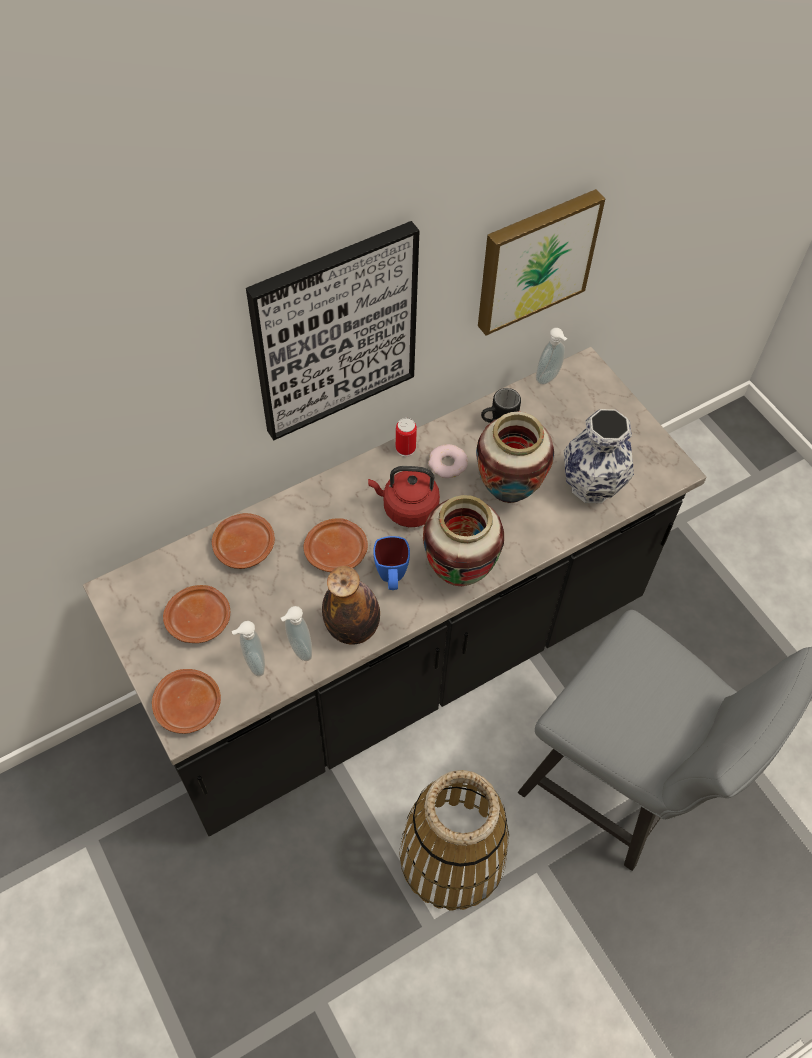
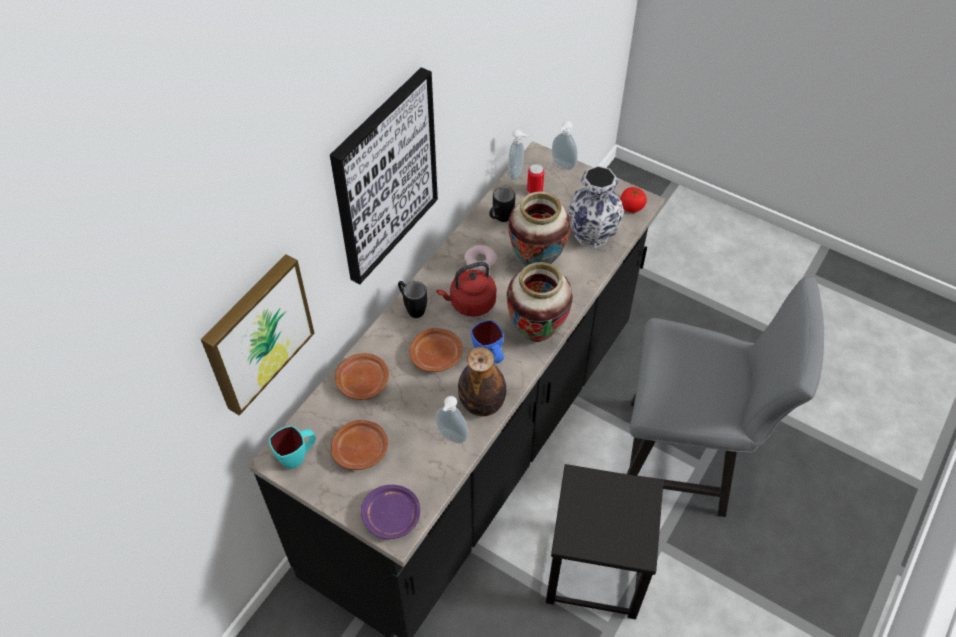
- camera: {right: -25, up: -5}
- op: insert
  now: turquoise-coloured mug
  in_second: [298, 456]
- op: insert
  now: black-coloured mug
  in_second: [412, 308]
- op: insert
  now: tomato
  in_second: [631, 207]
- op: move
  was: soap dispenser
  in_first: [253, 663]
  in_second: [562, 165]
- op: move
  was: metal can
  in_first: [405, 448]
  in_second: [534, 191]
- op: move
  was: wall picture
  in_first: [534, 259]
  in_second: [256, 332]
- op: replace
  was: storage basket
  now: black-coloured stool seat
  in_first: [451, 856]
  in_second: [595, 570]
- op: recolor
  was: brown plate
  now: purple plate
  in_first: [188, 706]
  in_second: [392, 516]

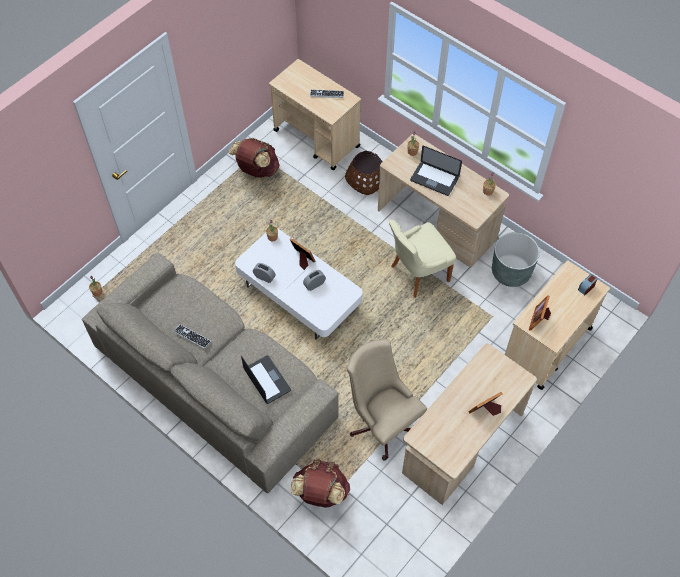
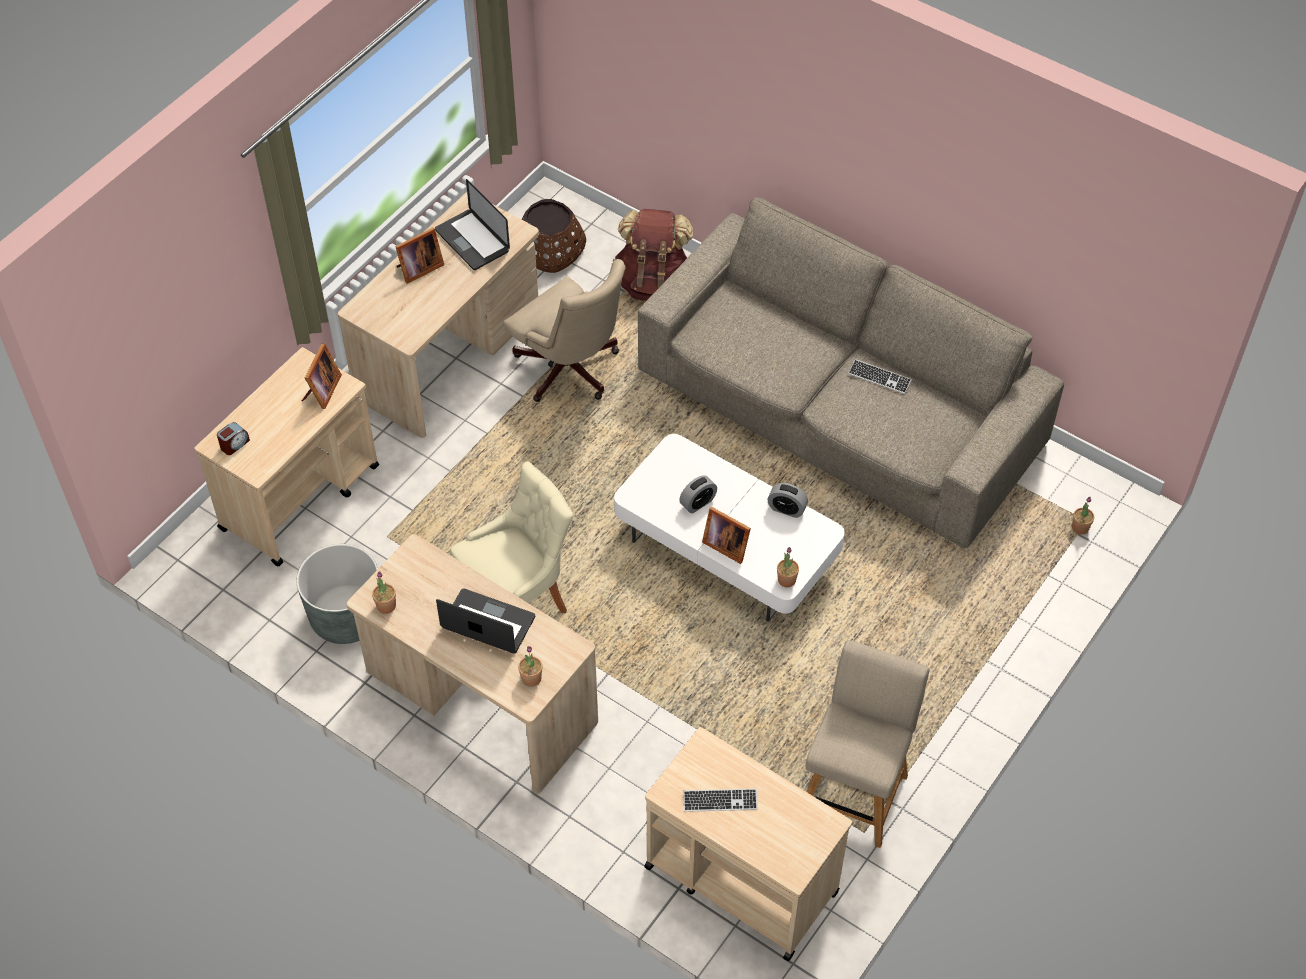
- camera: {right: 175, up: -5}
- op: move
  was: laptop
  in_first: [267, 380]
  in_second: [472, 241]
- op: move
  was: brown planter
  in_first: [366, 180]
  in_second: [550, 250]
- op: replace
  was: brown rucksack
  now: sand-coloured upright chair
  in_first: [257, 170]
  in_second: [854, 791]

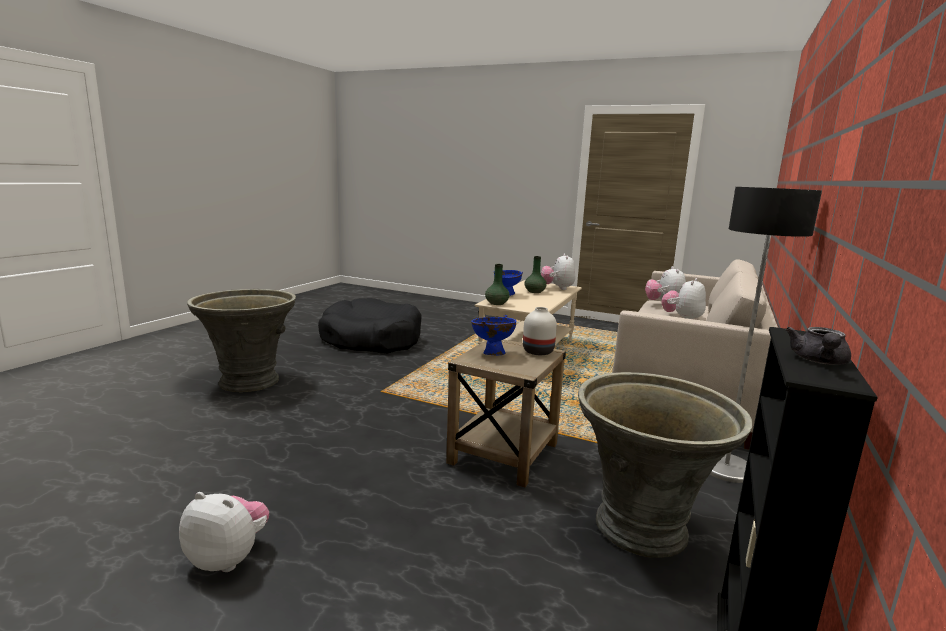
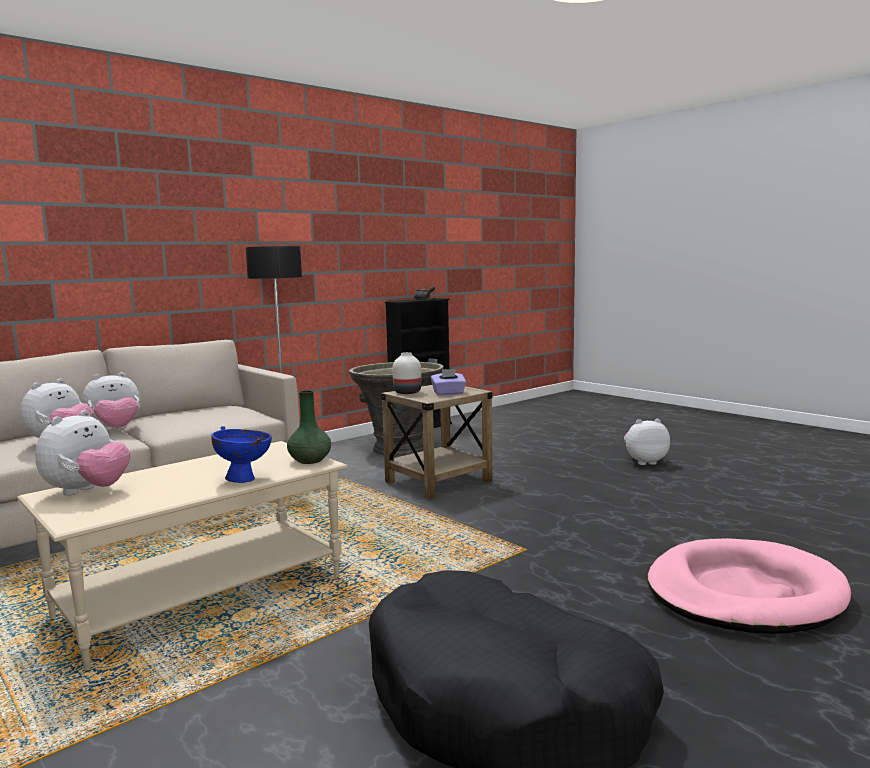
- camera: {right: -155, up: -5}
- op: delete
  was: greenish flower vase
  in_first: [535, 292]
- op: replace
  was: grey planter
  now: pink-coloured dog bed
  in_first: [250, 381]
  in_second: [743, 593]
- op: replace
  was: bluish serving bowl
  now: purple box of tissues
  in_first: [492, 353]
  in_second: [448, 393]
- op: rotate
  was: plush toy
  in_first: [229, 558]
  in_second: [644, 462]
  clockwise: 135

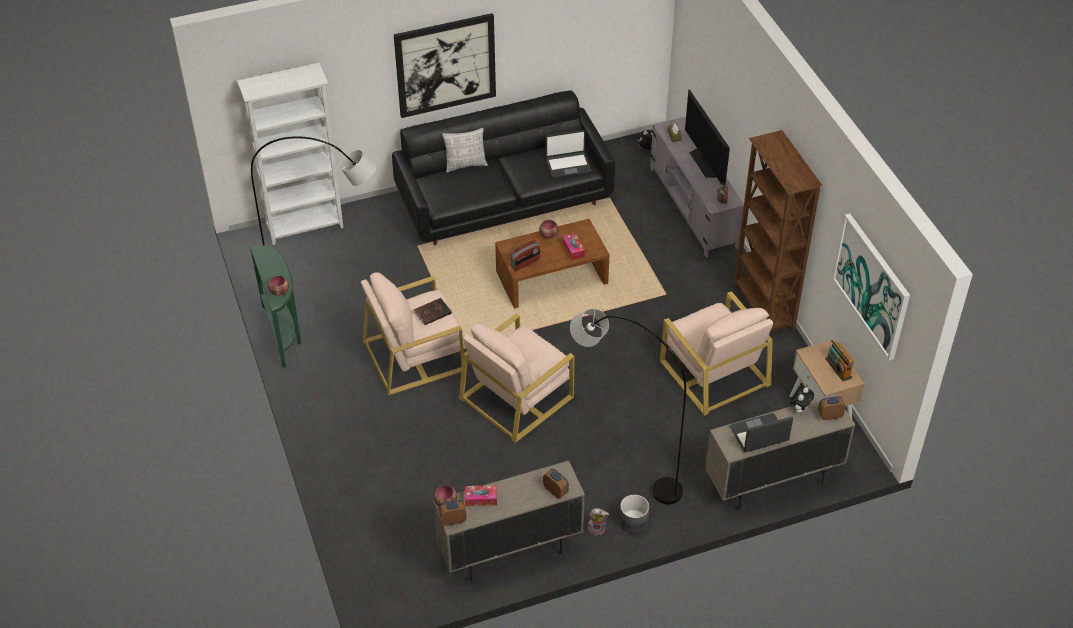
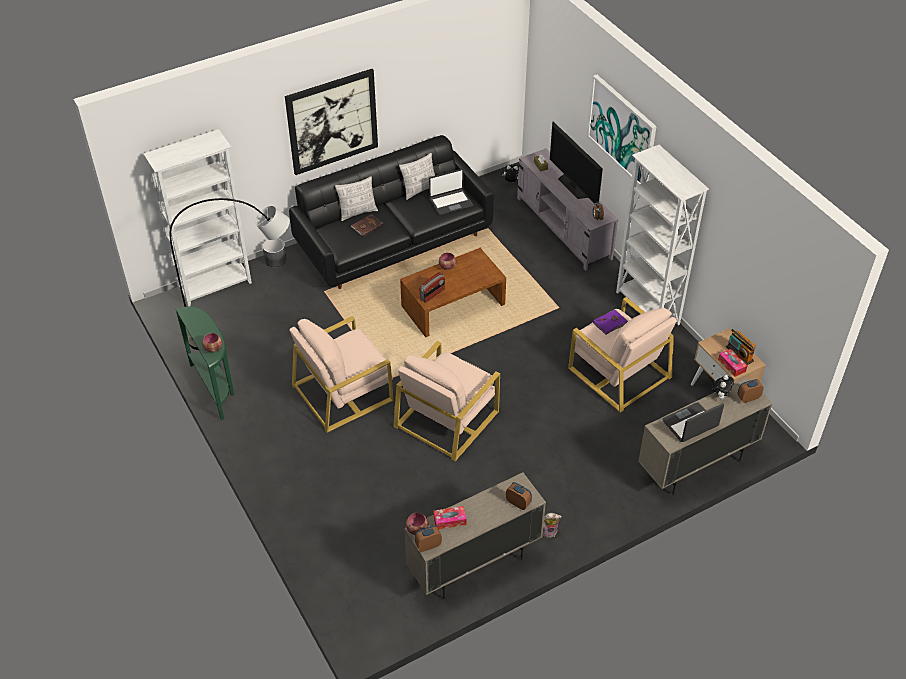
- camera: {right: -10, up: 0}
- op: delete
  was: grey floor lamp
  in_first: [621, 462]
- op: insert
  now: throw pillow
  in_second: [419, 190]
- op: insert
  now: purple bound book
  in_second: [610, 323]
- op: move
  was: brown bound book
  in_first: [432, 312]
  in_second: [366, 226]
- op: move
  was: box of tissues
  in_first: [573, 249]
  in_second: [731, 365]
- op: move
  was: grey planter
  in_first: [633, 521]
  in_second: [276, 259]
- op: move
  was: wall picture
  in_first: [872, 285]
  in_second: [622, 130]
- op: recolor
  was: brown bookcase
  now: white bookcase
  in_first: [763, 307]
  in_second: [647, 309]

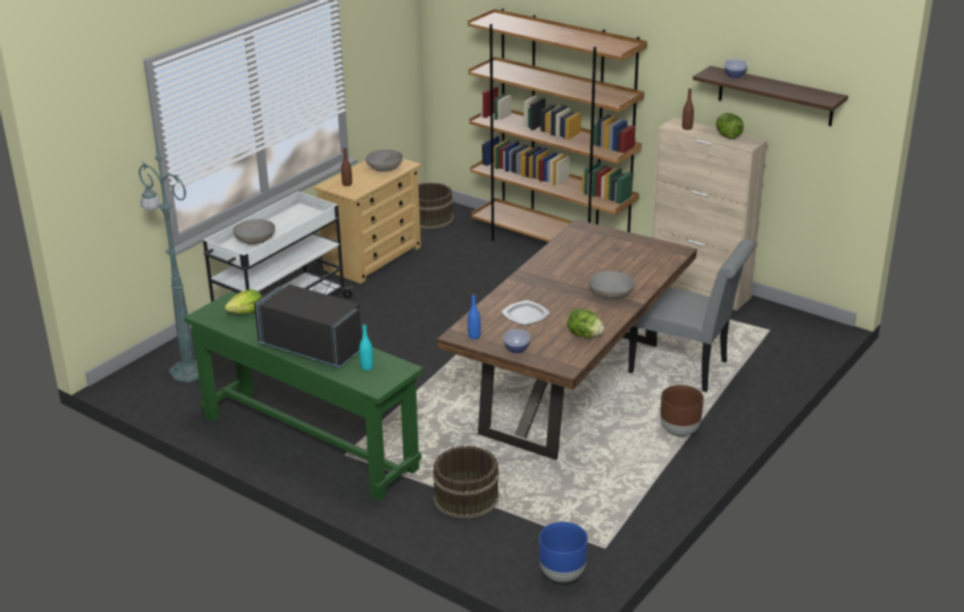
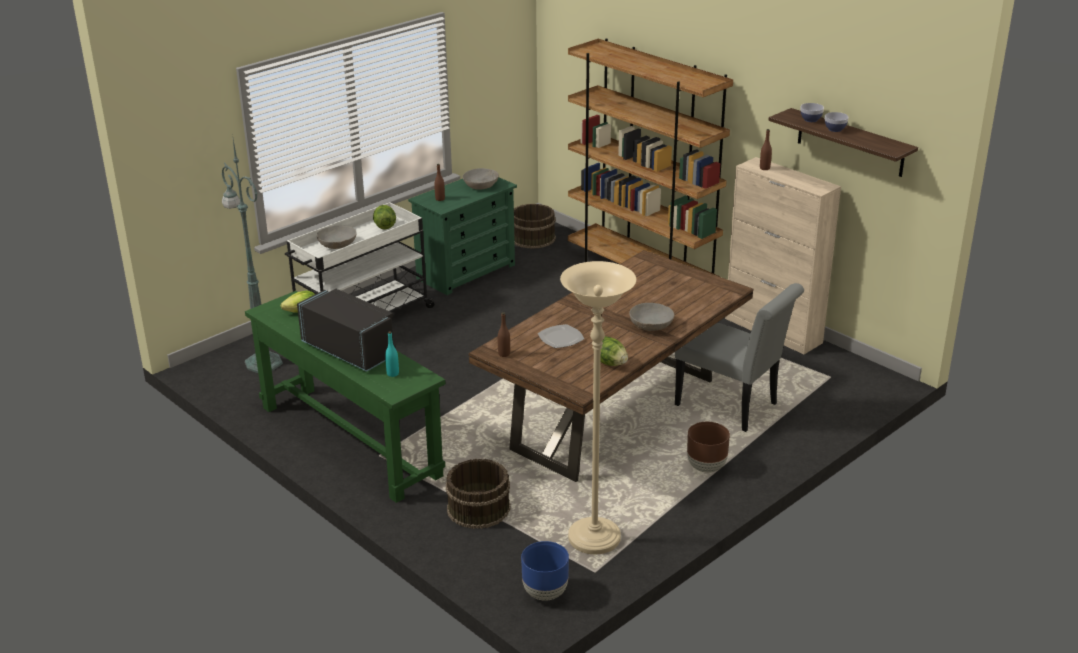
- camera: {right: 10, up: 0}
- op: insert
  now: sand-coloured floor lamp
  in_second: [594, 539]
- op: move
  was: serving bowl
  in_first: [516, 349]
  in_second: [835, 129]
- op: move
  was: lettuce
  in_first: [727, 136]
  in_second: [384, 226]
- op: recolor
  was: sand-coloured chest of drawers
  now: greenish chest of drawers
  in_first: [373, 258]
  in_second: [466, 272]
- op: recolor
  was: bluish bottle
  now: brown bottle
  in_first: [474, 336]
  in_second: [504, 354]

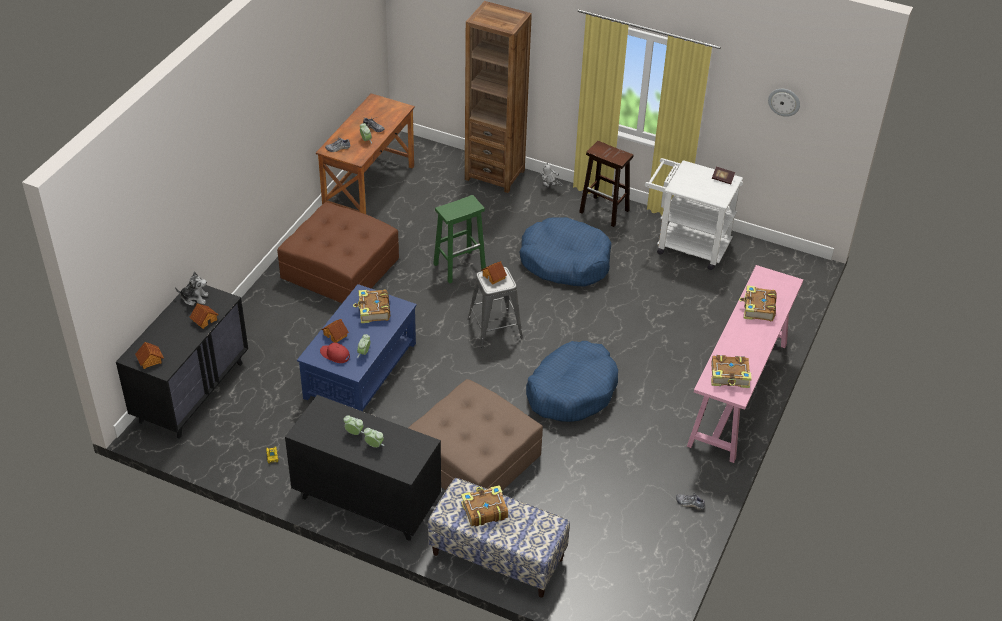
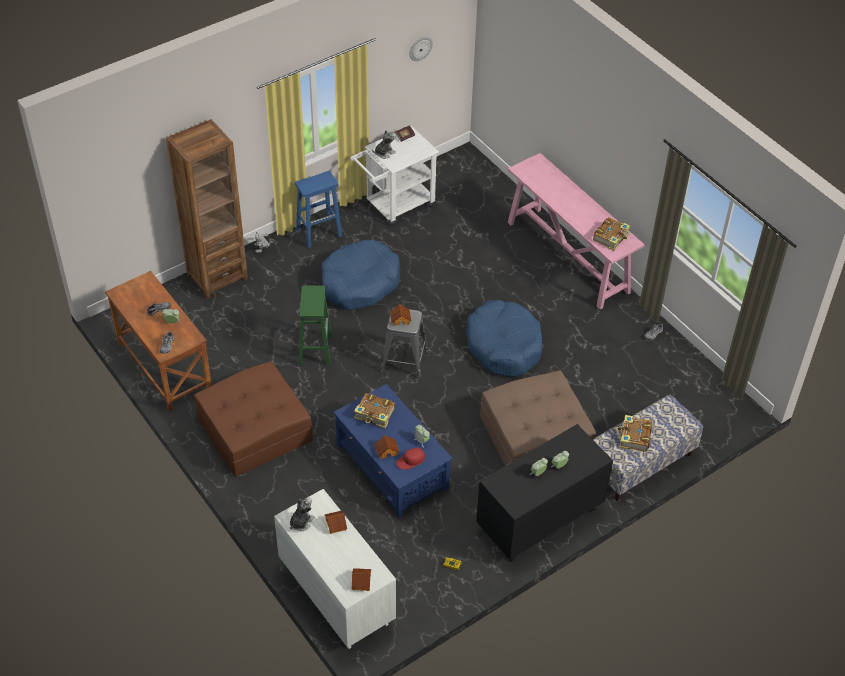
- camera: {right: -60, up: 5}
- op: delete
  was: bound book
  in_first: [758, 309]
- op: insert
  now: plush toy
  in_second: [384, 153]
- op: recolor
  was: black-coloured chest of drawers
  now: white chest of drawers
  in_first: [192, 391]
  in_second: [336, 595]
- op: recolor
  was: brown stool seat
  now: bluish stool seat
  in_first: [605, 211]
  in_second: [319, 232]

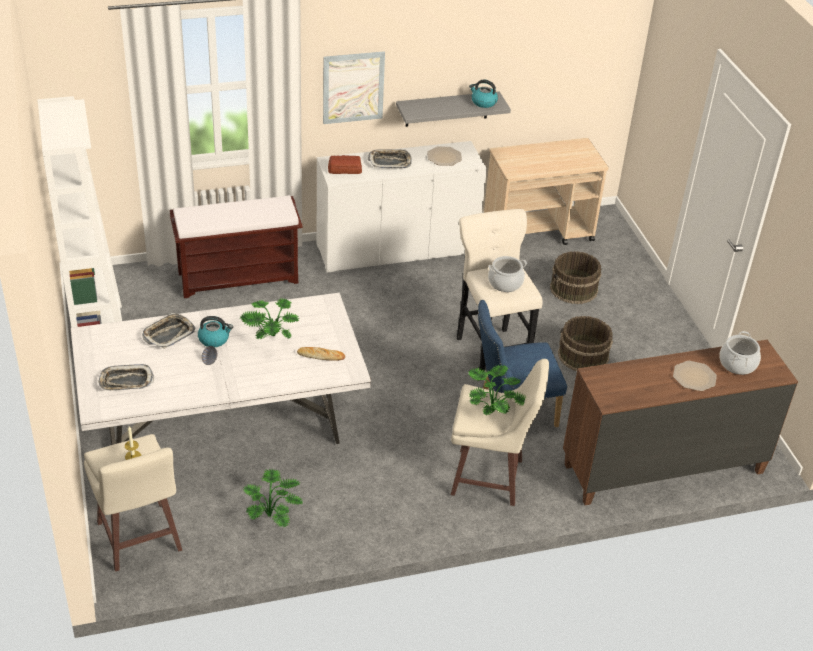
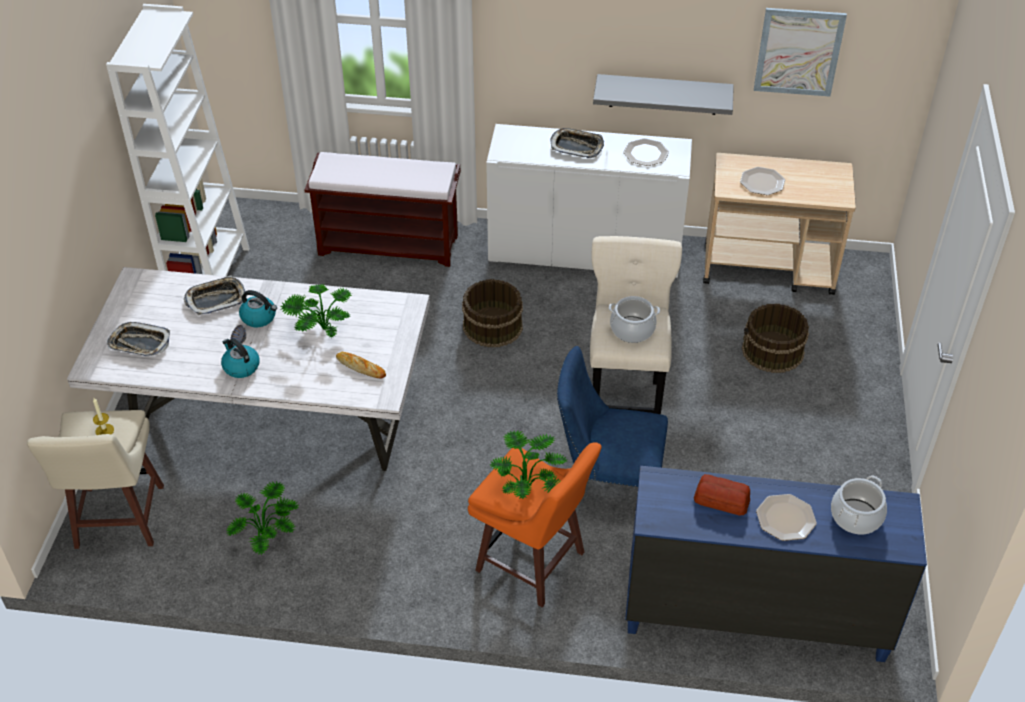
- camera: {right: 25, up: 5}
- op: insert
  now: plate
  in_second: [762, 182]
- op: move
  was: wall picture
  in_first: [353, 87]
  in_second: [798, 52]
- op: move
  was: bakery bread
  in_first: [344, 169]
  in_second: [721, 499]
- op: move
  was: water kettle
  in_first: [483, 102]
  in_second: [240, 367]
- op: move
  was: brown bucket
  in_first: [583, 356]
  in_second: [492, 326]
- op: recolor
  was: sand-coloured stool seat
  now: orange-coloured stool seat
  in_first: [489, 478]
  in_second: [532, 564]
- op: recolor
  was: brown chest of drawers
  now: bluish chest of drawers
  in_first: [662, 468]
  in_second: [754, 614]

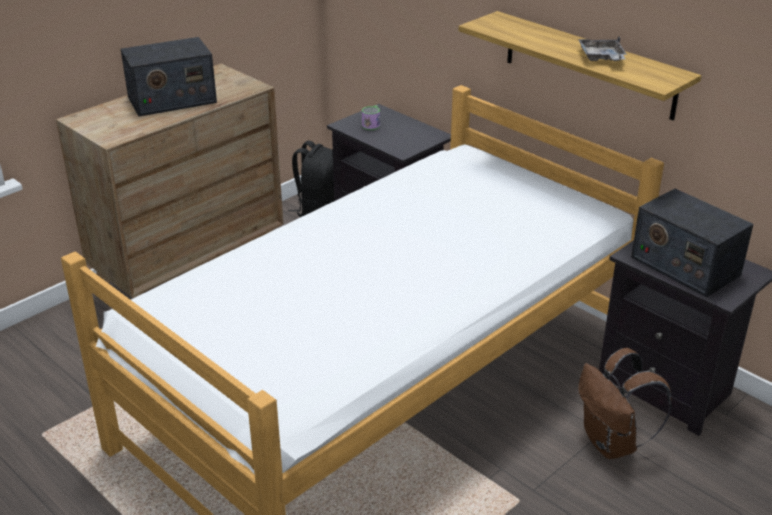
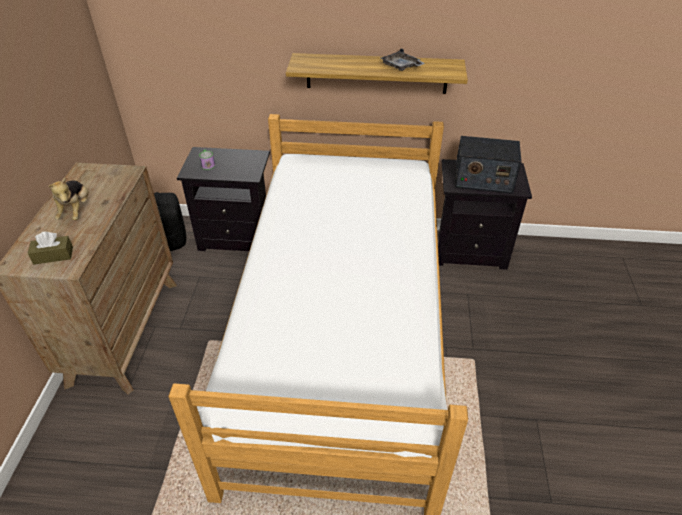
- camera: {right: -40, up: 10}
- op: delete
  was: brown rucksack
  in_first: [612, 444]
- op: insert
  now: brown box of tissues
  in_second: [53, 255]
- op: replace
  was: radio
  now: plush toy
  in_first: [171, 100]
  in_second: [76, 210]

